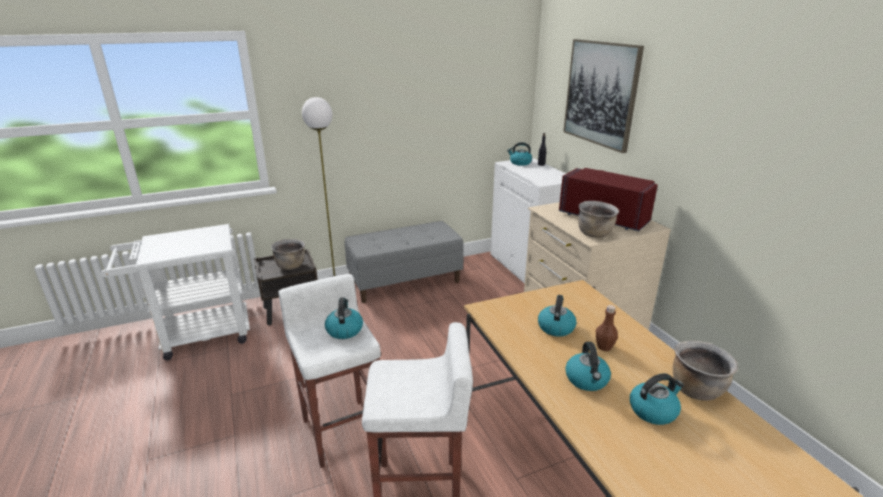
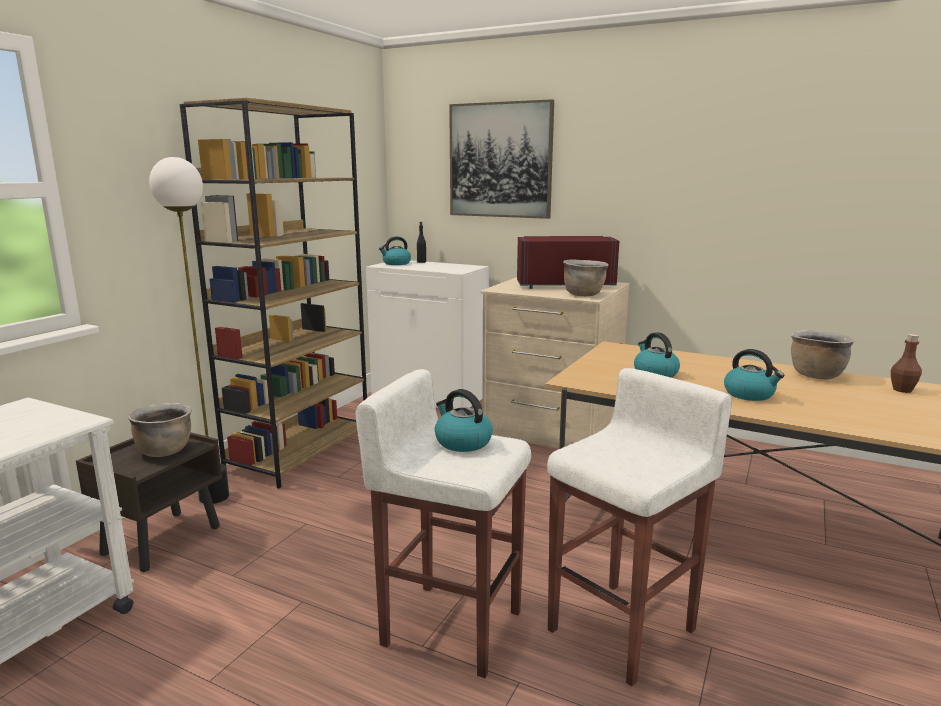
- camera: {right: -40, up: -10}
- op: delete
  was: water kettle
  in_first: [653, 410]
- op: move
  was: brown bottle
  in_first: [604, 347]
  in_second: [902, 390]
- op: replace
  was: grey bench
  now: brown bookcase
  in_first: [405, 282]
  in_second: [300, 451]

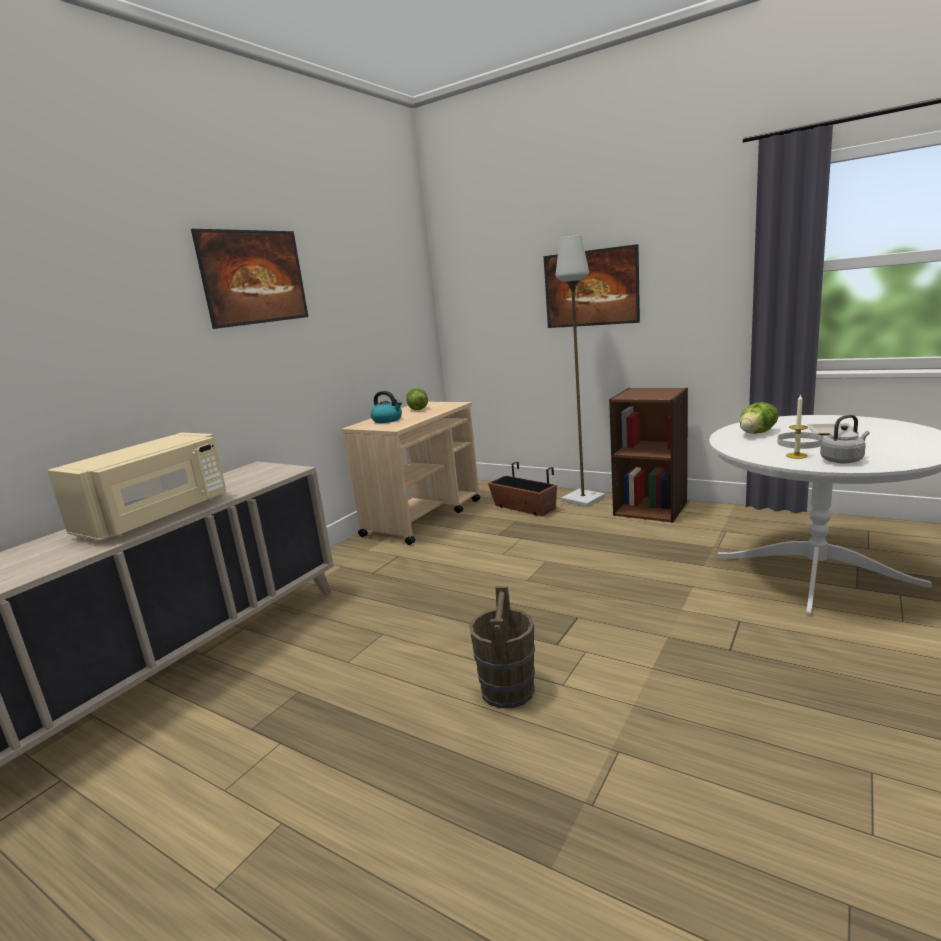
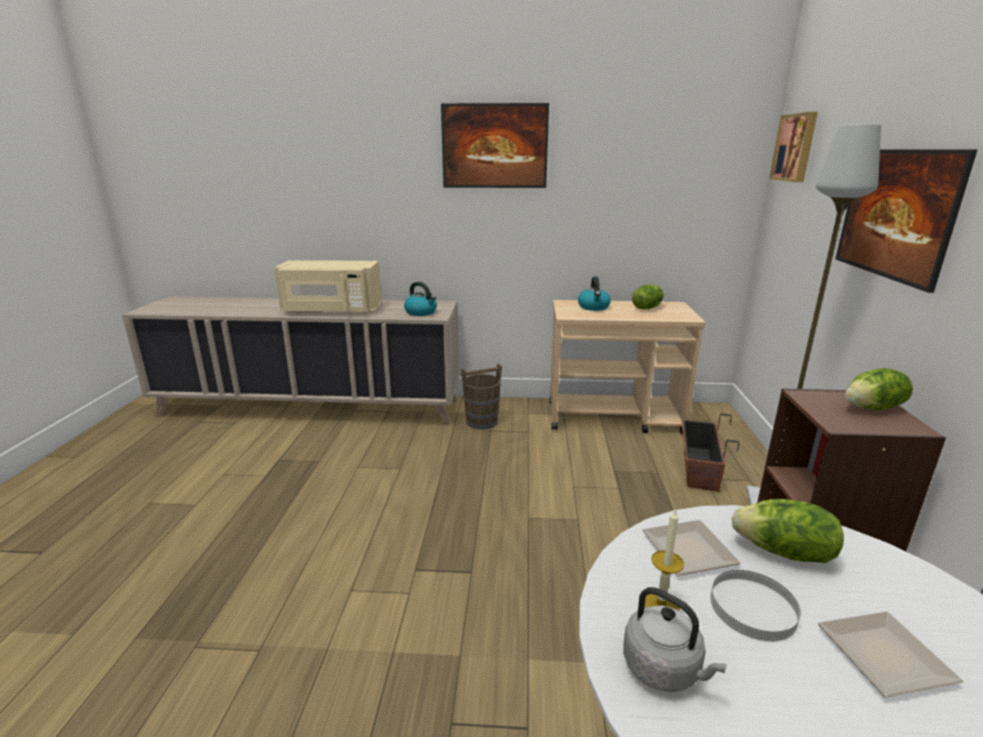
- camera: {right: 60, up: 5}
- op: insert
  now: water kettle
  in_second: [421, 312]
- op: insert
  now: plate
  in_second: [687, 553]
- op: insert
  now: wall picture
  in_second: [795, 147]
- op: insert
  now: lettuce
  in_second: [873, 408]
- op: move
  was: brown bucket
  in_first: [507, 691]
  in_second: [481, 421]

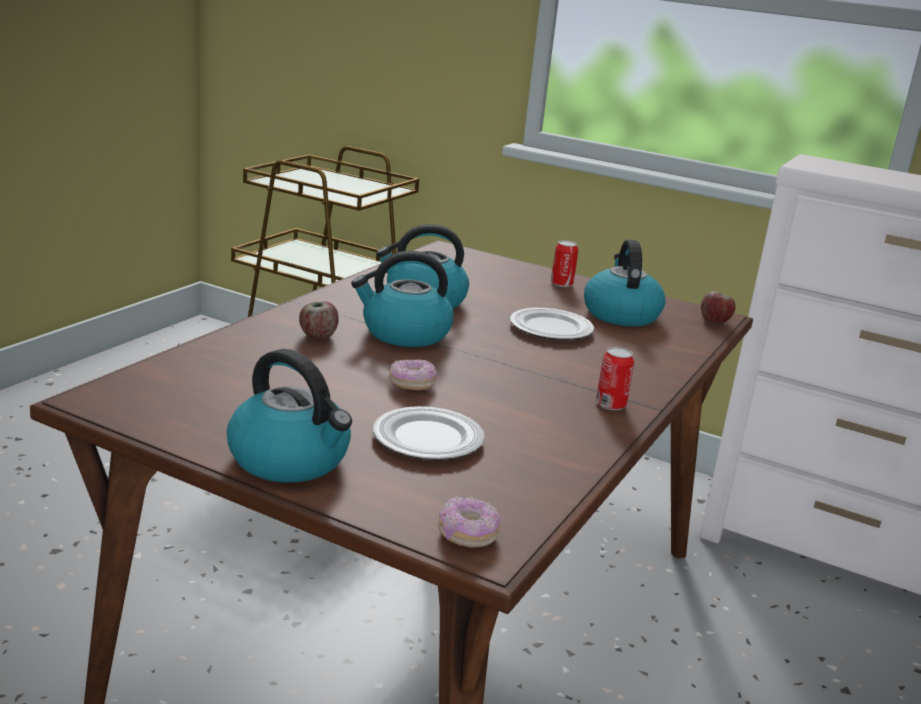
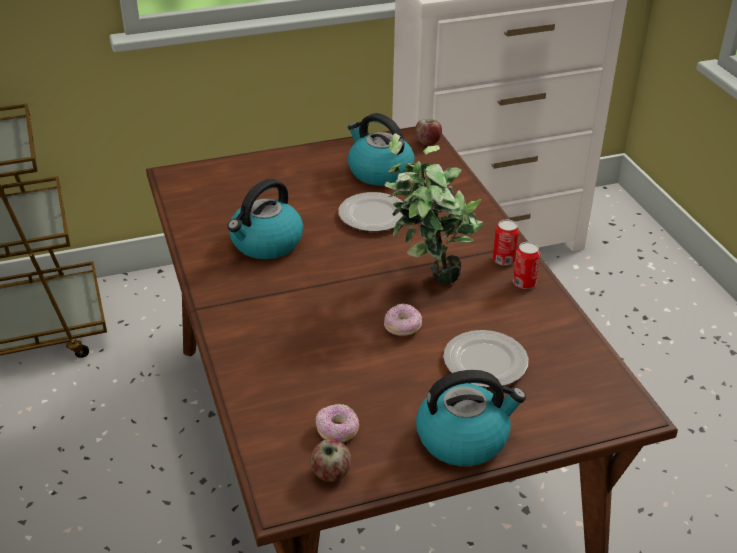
- camera: {right: -45, up: 15}
- op: delete
  was: water kettle
  in_first: [404, 334]
- op: insert
  now: houseplant
  in_second: [427, 281]
- op: move
  was: whole apple
  in_first: [317, 336]
  in_second: [330, 473]
- op: move
  was: ring doughnut
  in_first: [467, 535]
  in_second: [337, 431]
- op: move
  was: metal can
  in_first: [561, 284]
  in_second: [524, 283]

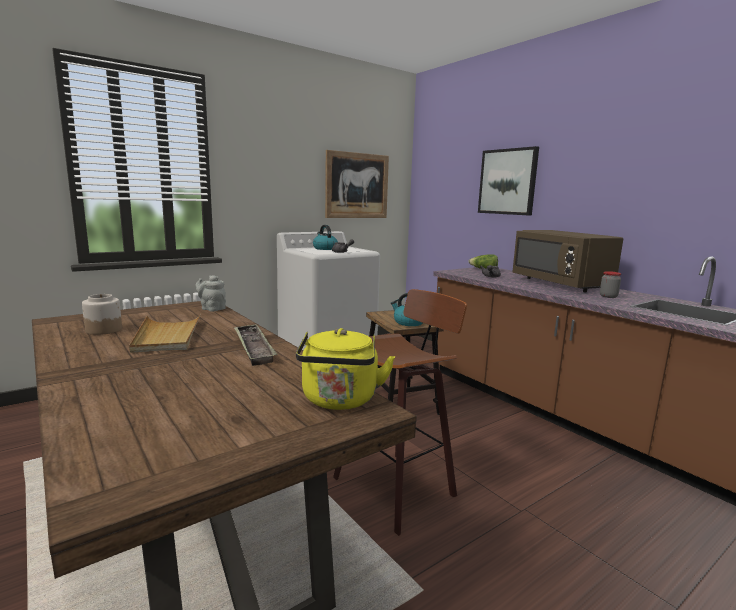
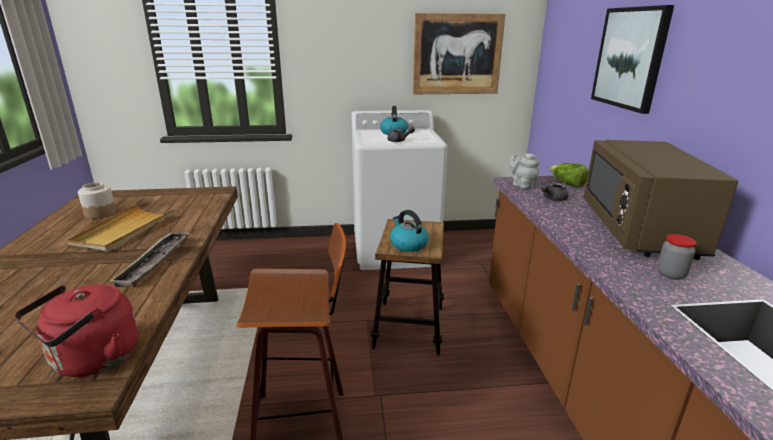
- camera: {right: 30, up: 10}
- op: move
  was: grey pot for tea
  in_first: [212, 308]
  in_second: [522, 185]
- op: recolor
  was: yellowish water kettle
  now: red-coloured water kettle
  in_first: [340, 401]
  in_second: [92, 360]

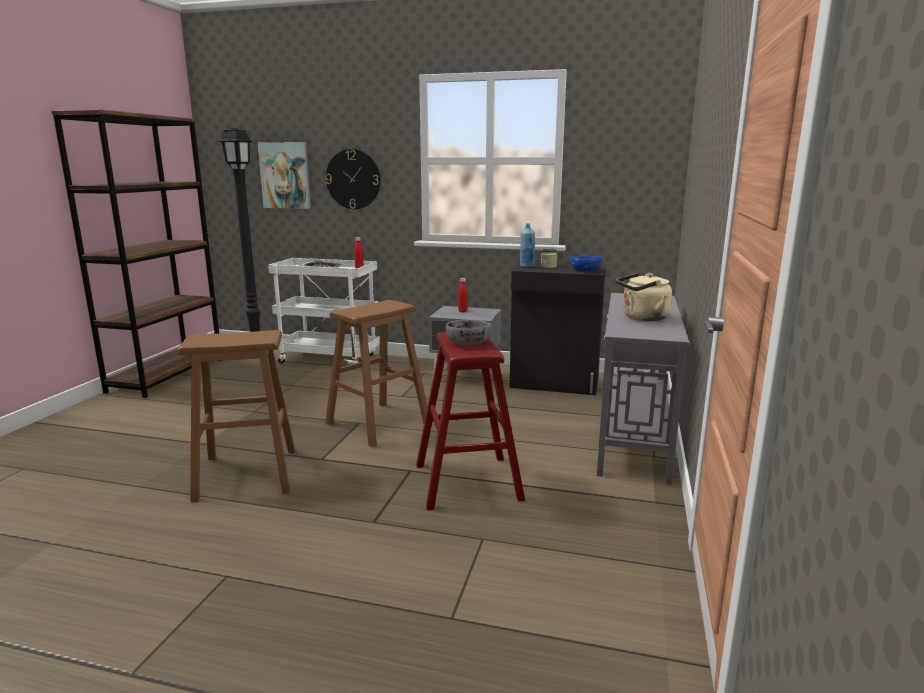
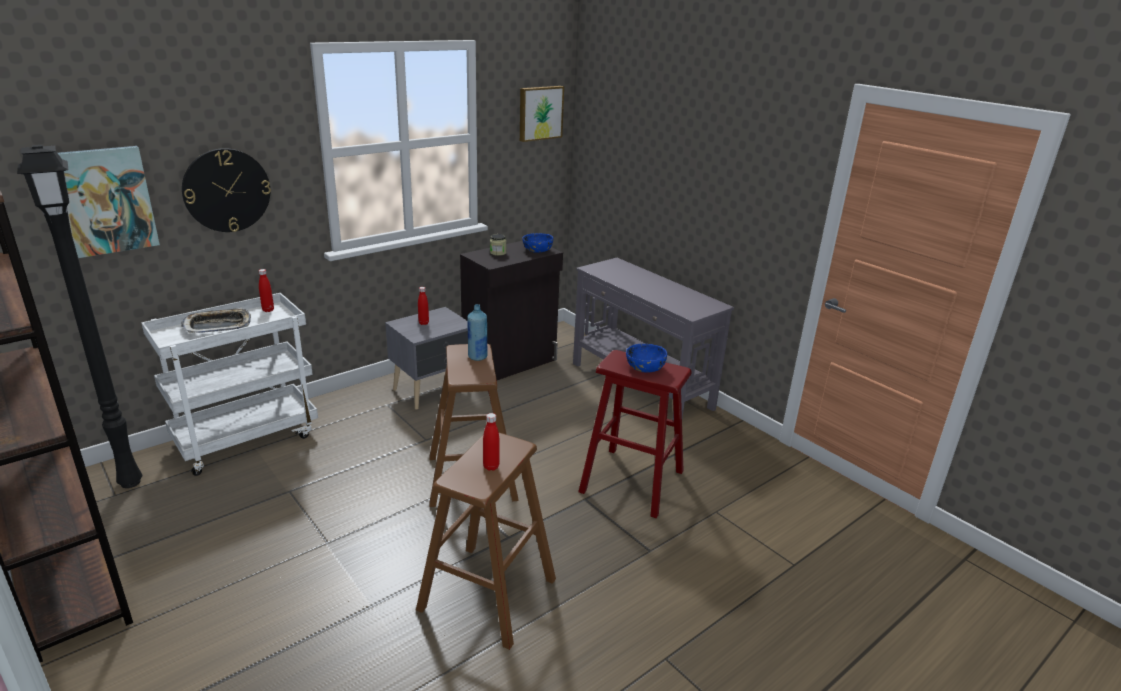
- camera: {right: -55, up: 10}
- op: delete
  was: sand-coloured water kettle
  in_first: [642, 318]
- op: insert
  now: red-coloured bottle
  in_second: [491, 466]
- op: insert
  now: wall picture
  in_second: [540, 113]
- op: move
  was: bluish bottle
  in_first: [526, 266]
  in_second: [477, 357]
- op: recolor
  was: grey serving bowl
  now: bluish serving bowl
  in_first: [468, 343]
  in_second: [644, 367]

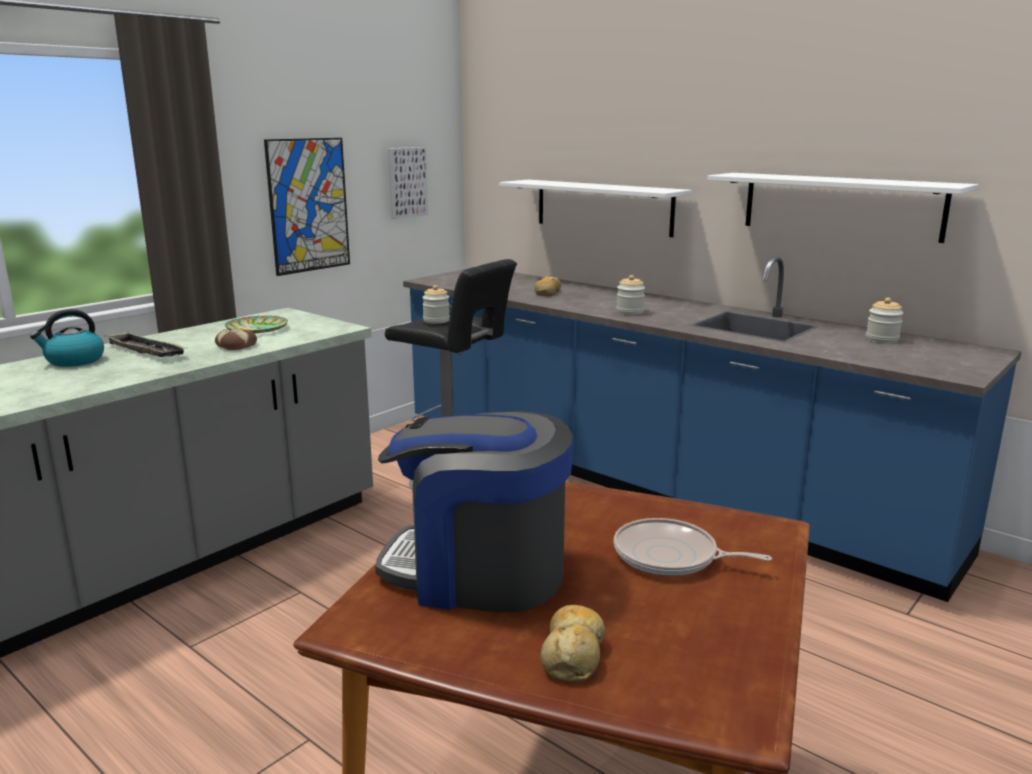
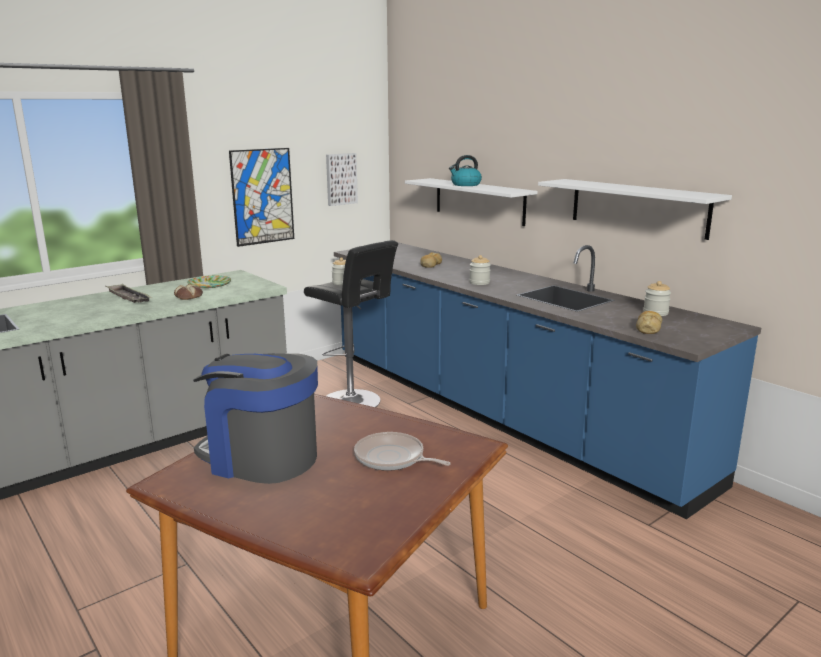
- camera: {right: 10, up: 0}
- op: move
  was: water kettle
  in_first: [74, 361]
  in_second: [465, 185]
- op: move
  was: bakery bread
  in_first: [573, 653]
  in_second: [648, 328]

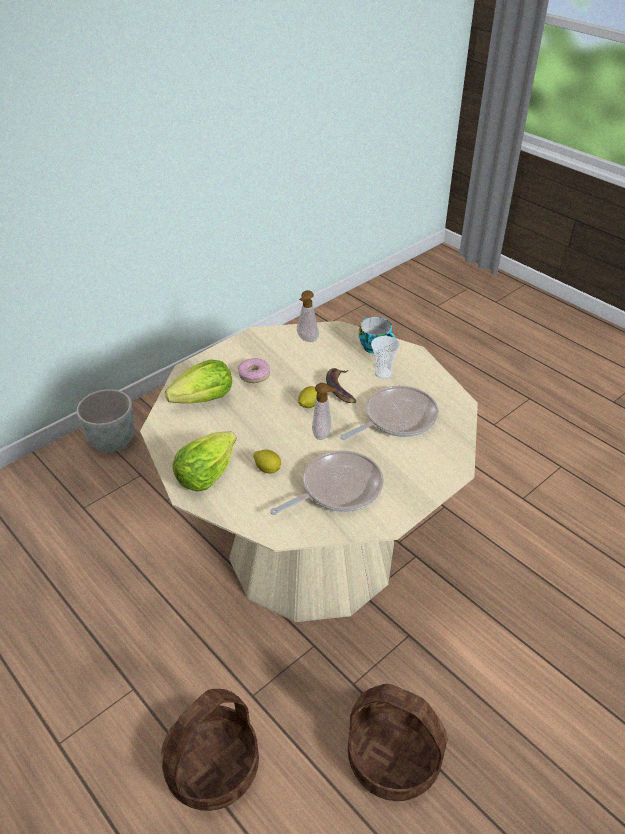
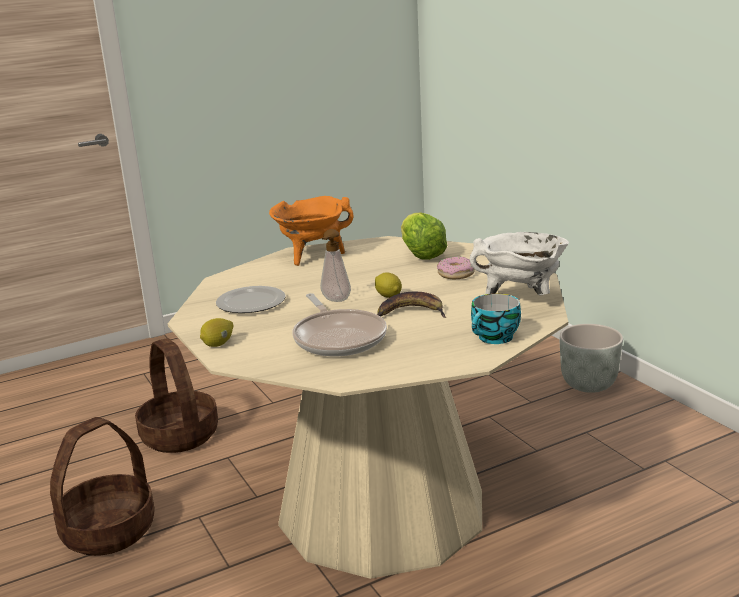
- camera: {right: 105, up: -20}
- op: delete
  was: cup
  in_first: [383, 373]
- op: move
  was: citrus fruit
  in_first: [268, 469]
  in_second: [218, 344]
- op: replace
  was: lettuce
  now: orange-coloured stockpot
  in_first: [206, 475]
  in_second: [312, 256]
- op: replace
  was: skillet
  now: plate
  in_first: [337, 488]
  in_second: [252, 302]
- op: replace
  was: soap dispenser
  now: white stockpot
  in_first: [306, 340]
  in_second: [521, 300]

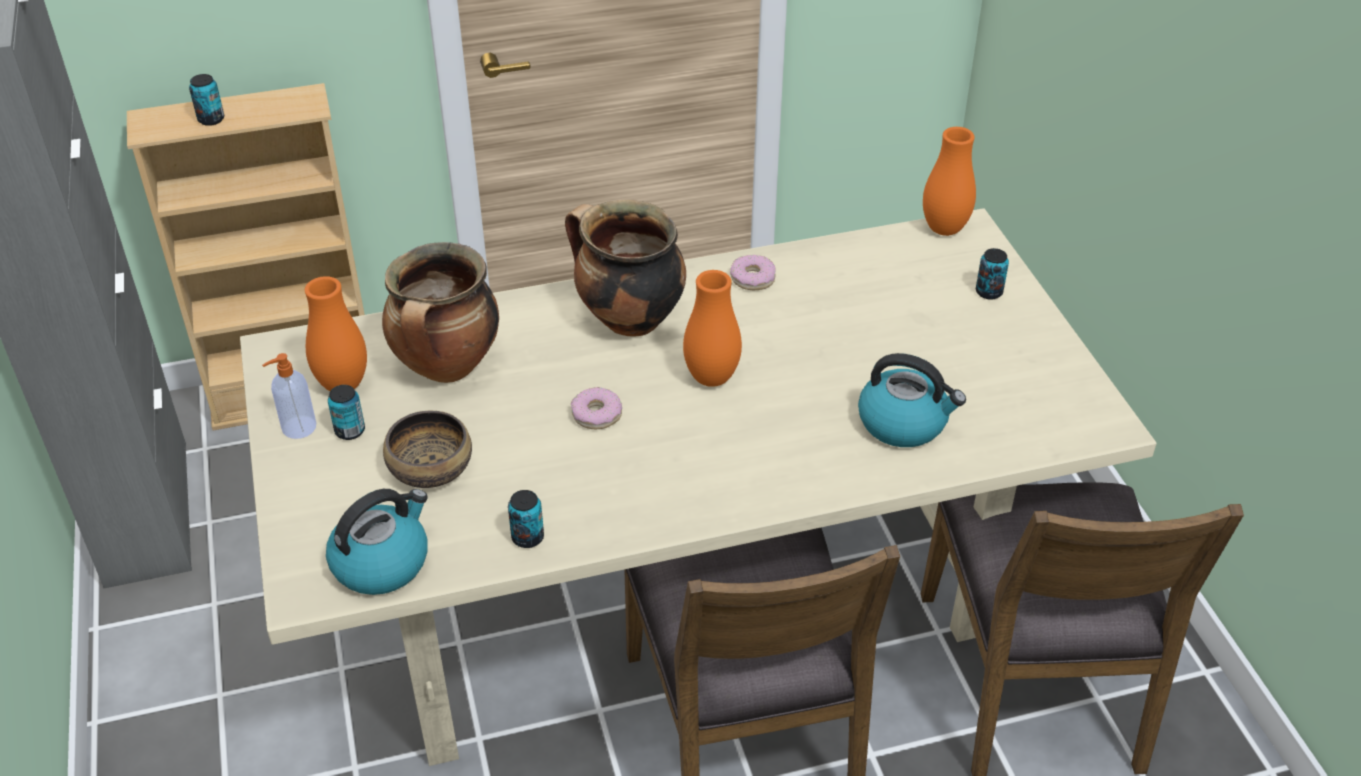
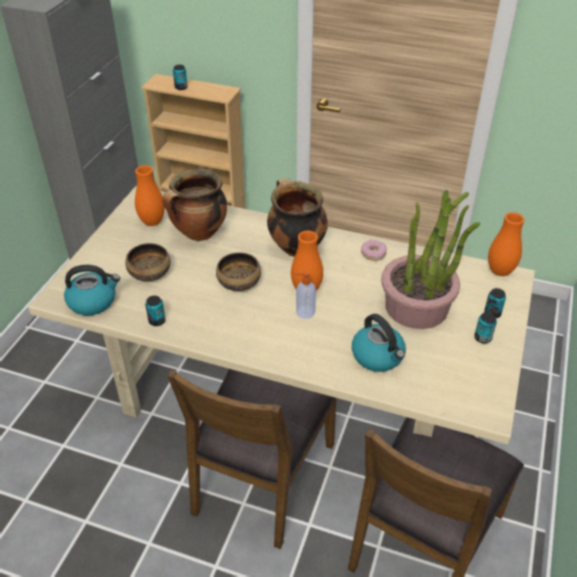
- camera: {right: 35, up: 0}
- op: insert
  now: houseplant
  in_second: [417, 307]
- op: move
  was: soap dispenser
  in_first: [297, 428]
  in_second: [304, 312]
- op: move
  was: metal can
  in_first: [350, 431]
  in_second: [482, 338]
- op: replace
  was: ring doughnut
  now: serving bowl
  in_first: [597, 414]
  in_second: [239, 282]

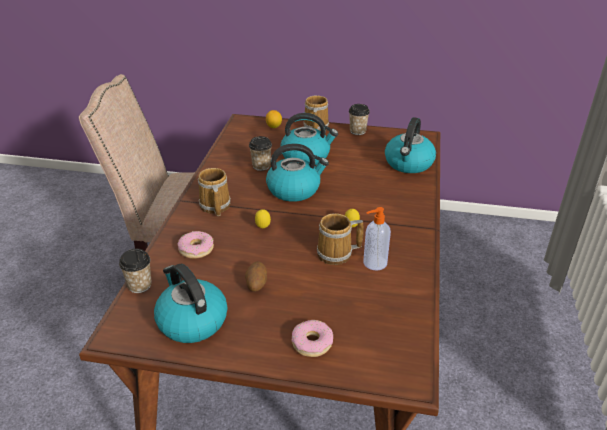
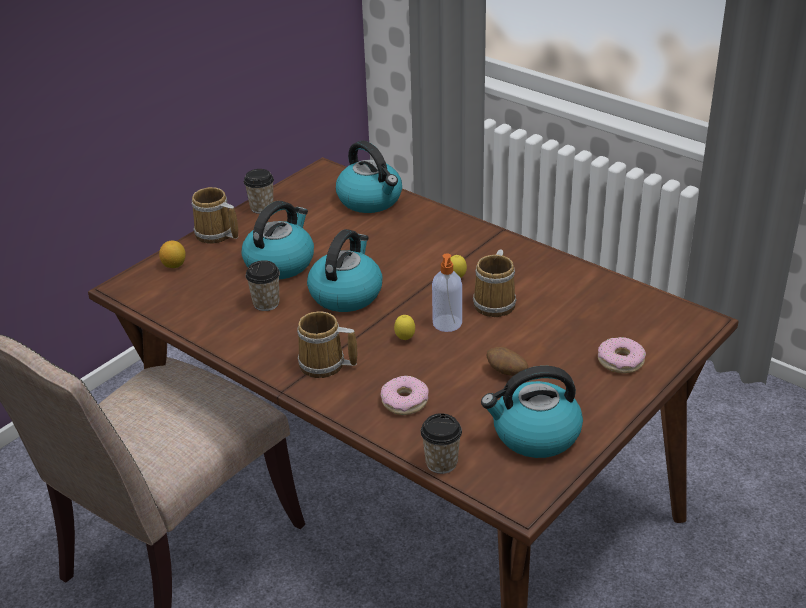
- camera: {right: -60, up: 0}
- op: move
  was: soap dispenser
  in_first: [374, 263]
  in_second: [447, 324]

